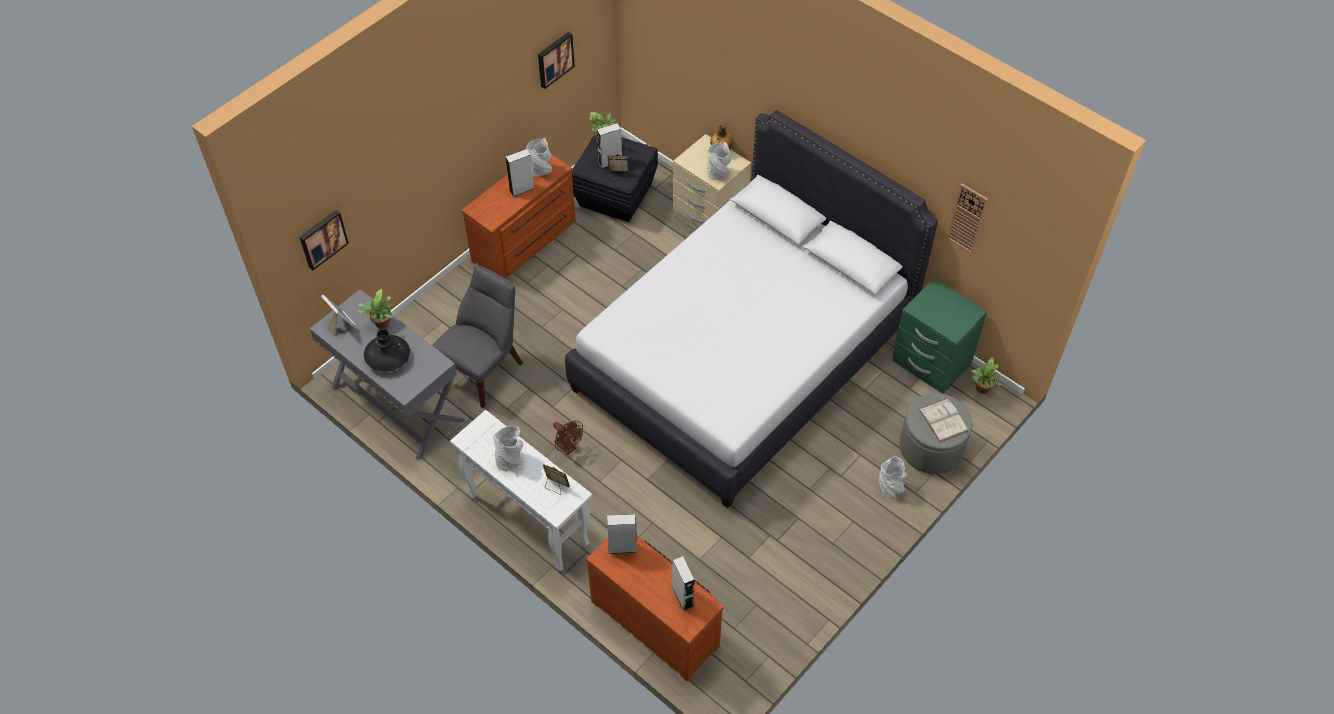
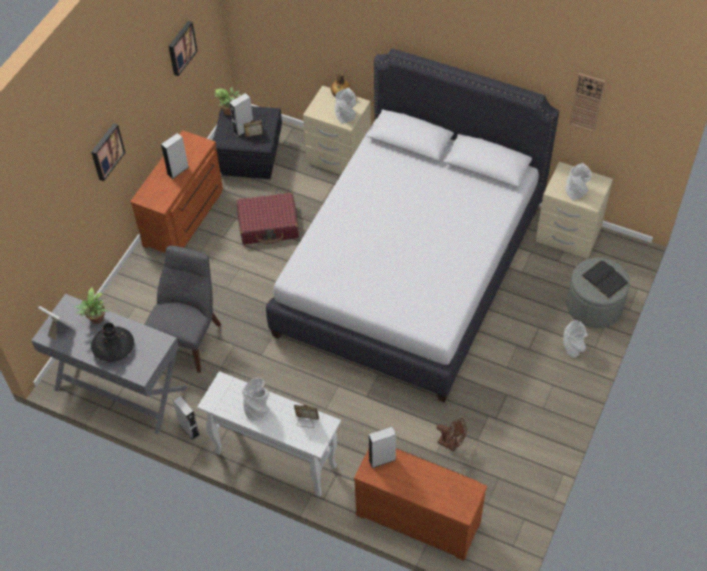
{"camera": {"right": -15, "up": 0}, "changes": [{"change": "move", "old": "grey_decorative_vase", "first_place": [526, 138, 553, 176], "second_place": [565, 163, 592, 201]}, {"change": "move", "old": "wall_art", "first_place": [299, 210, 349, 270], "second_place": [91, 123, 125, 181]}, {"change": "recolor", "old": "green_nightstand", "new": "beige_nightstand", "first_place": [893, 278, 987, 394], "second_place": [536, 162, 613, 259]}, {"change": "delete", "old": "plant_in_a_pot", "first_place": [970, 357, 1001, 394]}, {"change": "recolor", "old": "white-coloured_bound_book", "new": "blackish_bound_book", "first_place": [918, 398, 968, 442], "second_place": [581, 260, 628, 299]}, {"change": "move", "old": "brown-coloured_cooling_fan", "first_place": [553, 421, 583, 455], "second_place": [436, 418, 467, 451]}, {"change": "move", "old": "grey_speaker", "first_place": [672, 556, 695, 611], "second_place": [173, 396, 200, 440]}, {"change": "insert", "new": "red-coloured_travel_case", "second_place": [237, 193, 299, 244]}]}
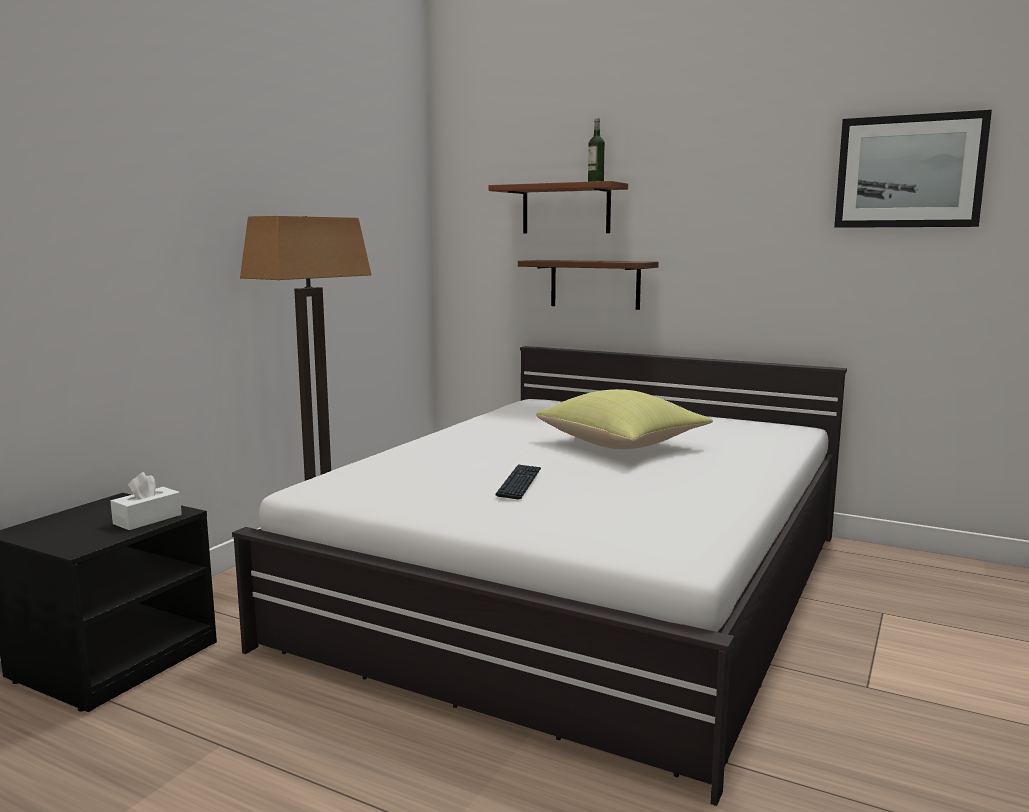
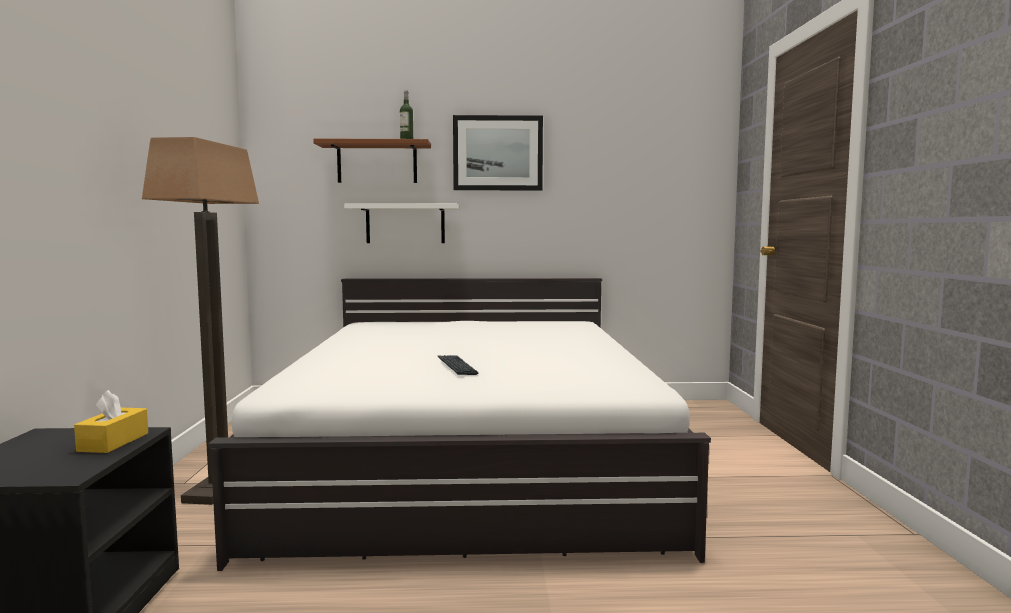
{"camera": {"right": -30, "up": -5}, "changes": [{"change": "move", "old": "wall_art", "first_place": [834, 110, 992, 228], "second_place": [453, 115, 543, 190]}, {"change": "recolor", "old": "brown-coloured_wall_shelf", "new": "white-coloured_wall_shelf", "first_place": [518, 260, 659, 310], "second_place": [344, 203, 459, 243]}, {"change": "delete", "old": "yellowish_cushion", "first_place": [536, 389, 713, 449]}, {"change": "recolor", "old": "white-coloured_box_of_tissues", "new": "yellowish_box_of_tissues", "first_place": [110, 472, 182, 530], "second_place": [74, 390, 148, 453]}]}
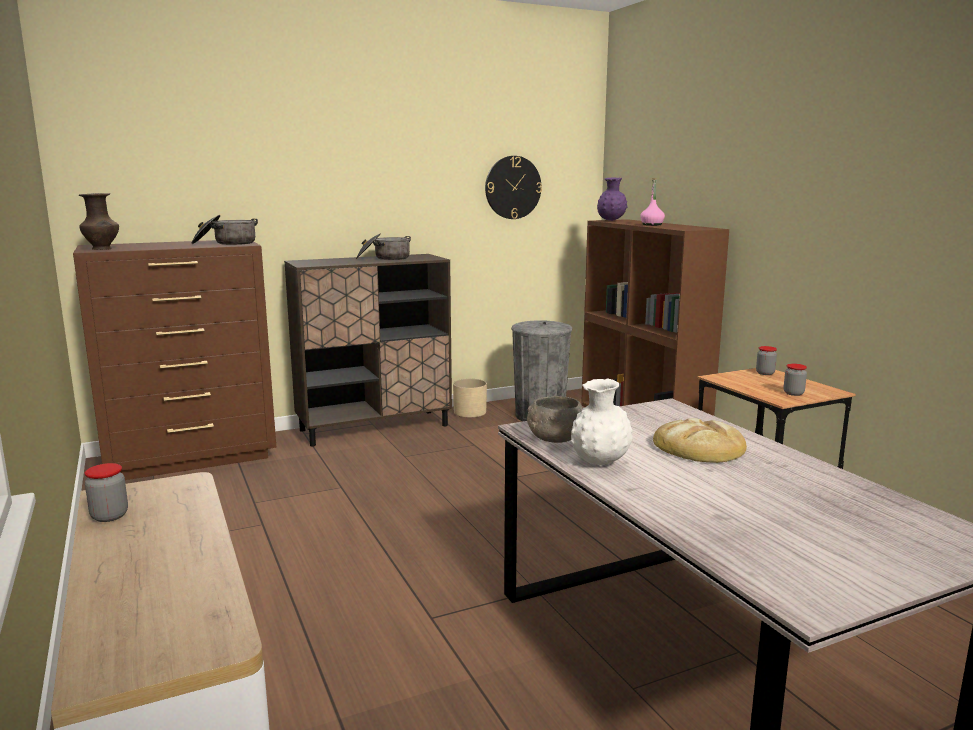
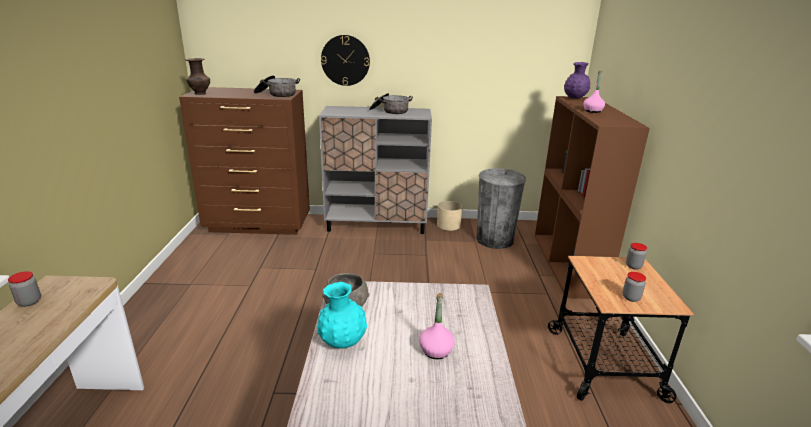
{"camera": {"right": 25, "up": 10}, "changes": [{"change": "move", "old": "wall_clock", "first_place": [485, 156, 542, 219], "second_place": [321, 35, 370, 86]}, {"change": "recolor", "old": "brown-coloured_storage_cabinet", "new": "grey_storage_cabinet", "first_place": [284, 254, 452, 447], "second_place": [319, 106, 432, 234]}, {"change": "recolor", "old": "white-coloured_decorative_vase", "new": "turquoise-coloured_decorative_vase", "first_place": [571, 379, 633, 465], "second_place": [317, 282, 367, 348]}, {"change": "replace", "old": "bread", "new": "pink-coloured_drink_bottle", "first_place": [653, 418, 747, 463], "second_place": [419, 293, 455, 359]}]}
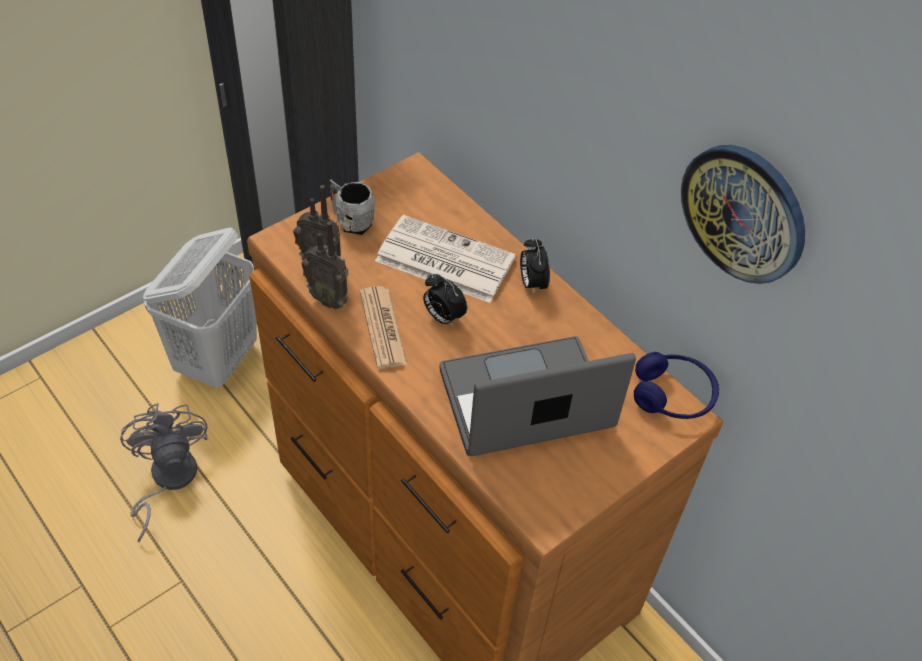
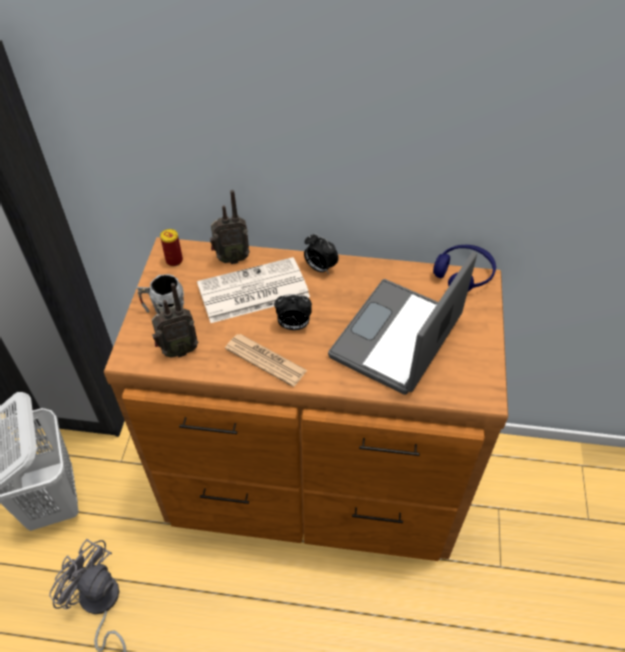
{"camera": {"right": -40, "up": 0}, "changes": [{"change": "delete", "old": "wall_clock", "first_place": [681, 145, 805, 284]}, {"change": "move", "old": "radio", "first_place": [301, 221, 348, 309], "second_place": [210, 190, 250, 264]}, {"change": "insert", "new": "sealed_can", "second_place": [160, 229, 183, 266]}]}
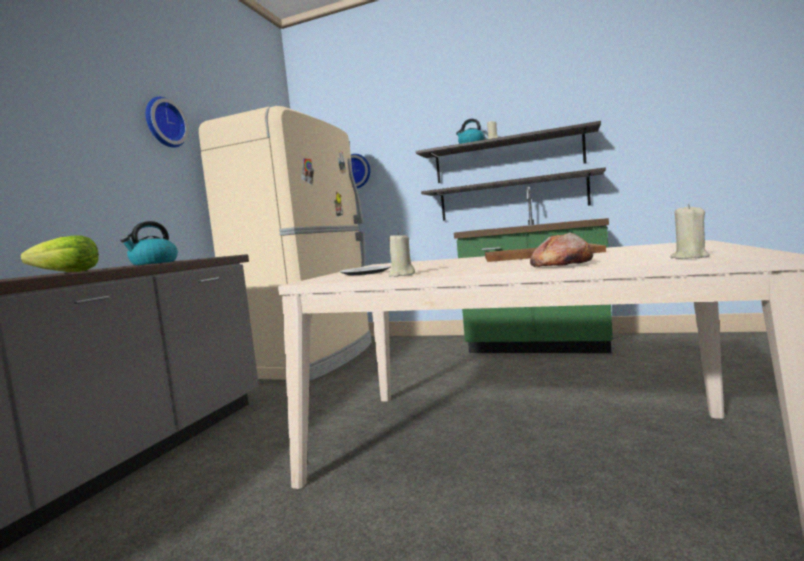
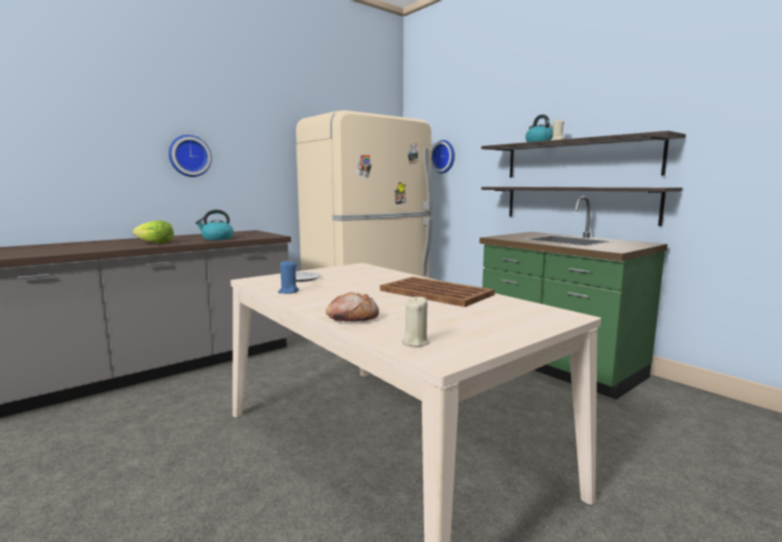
{"camera": {"right": 30, "up": 5}, "changes": [{"change": "move", "old": "wall_clock", "first_place": [146, 97, 189, 147], "second_place": [169, 135, 212, 177]}, {"change": "recolor", "old": "beige_wax_light", "new": "blue_wax_light", "first_place": [389, 232, 415, 277], "second_place": [278, 260, 299, 294]}]}
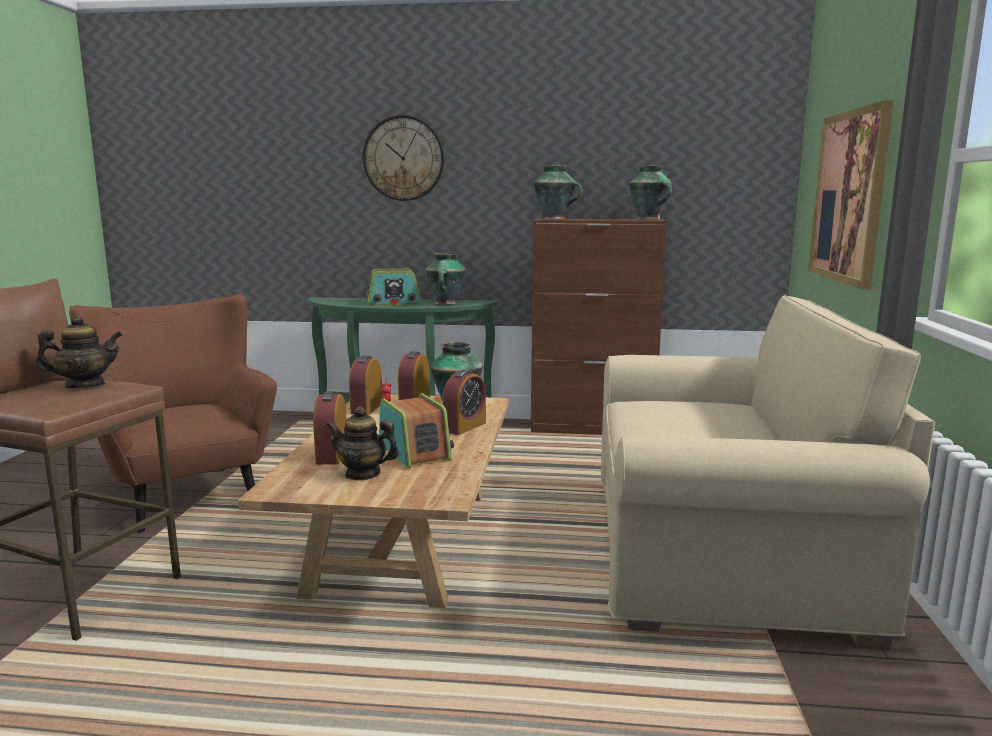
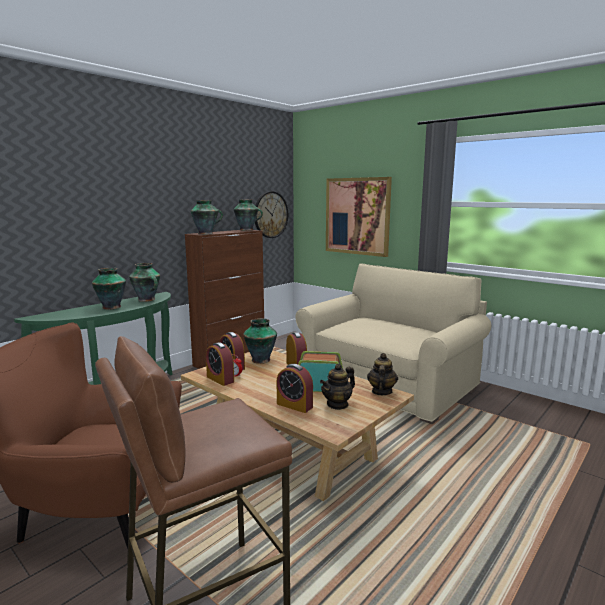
{"camera": {"right": -55, "up": 0}, "changes": [{"change": "move", "old": "wall_clock", "first_place": [363, 115, 444, 201], "second_place": [255, 191, 288, 238]}, {"change": "replace", "old": "radio", "new": "decorative_vase", "first_place": [367, 268, 421, 306], "second_place": [92, 268, 126, 309]}, {"change": "move", "old": "teapot", "first_place": [36, 315, 122, 388], "second_place": [367, 353, 398, 395]}]}
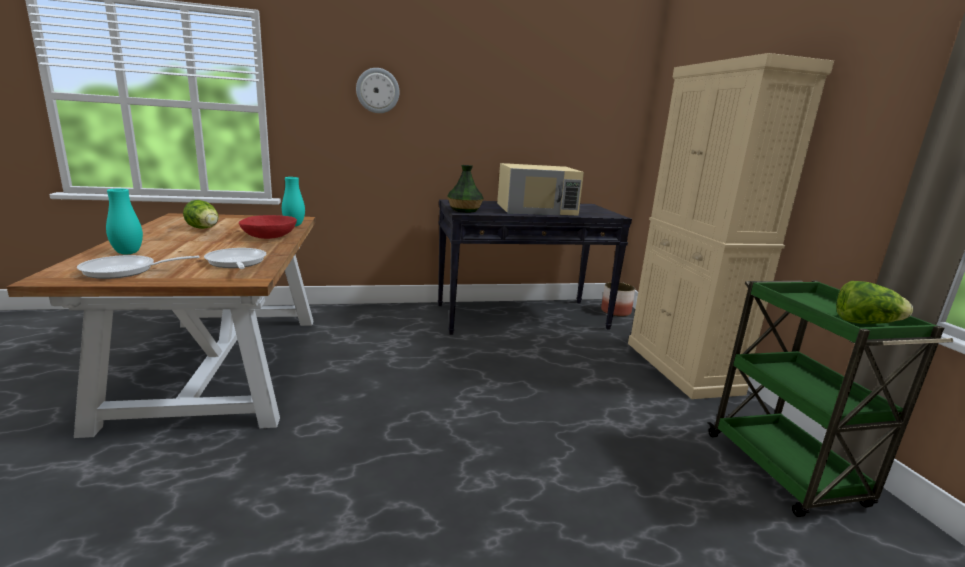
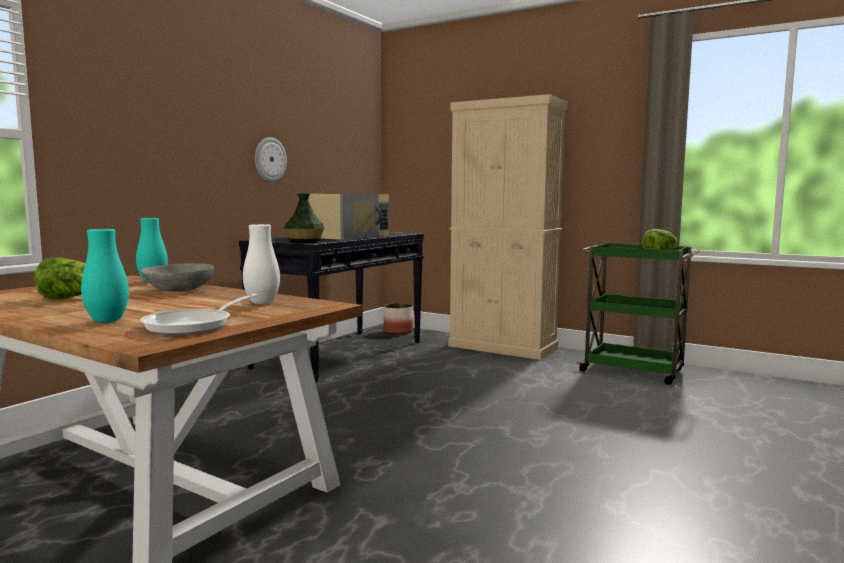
{"camera": {"right": -45, "up": -10}, "changes": [{"change": "move", "old": "wall_clock", "first_place": [356, 68, 400, 113], "second_place": [255, 137, 287, 182]}, {"change": "recolor", "old": "red-coloured_deep_dish", "new": "grey_deep_dish", "first_place": [239, 215, 297, 239], "second_place": [141, 263, 214, 292]}, {"change": "replace", "old": "pan", "new": "white-coloured_decorative_vase", "first_place": [204, 248, 267, 269], "second_place": [243, 224, 280, 304]}]}
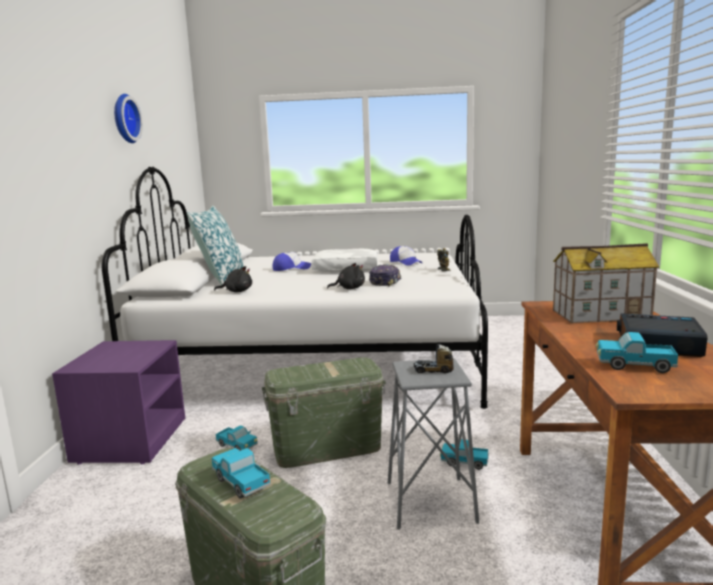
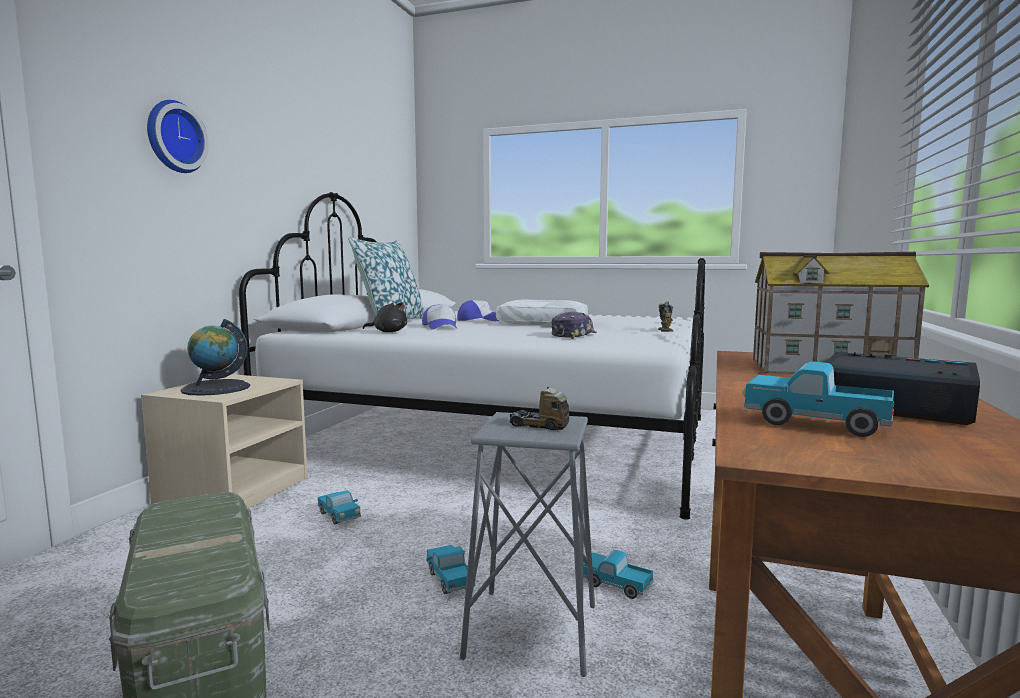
{"camera": {"right": 15, "up": -5}, "changes": [{"change": "move", "old": "wall_clock", "first_place": [114, 94, 143, 143], "second_place": [147, 100, 209, 173]}, {"change": "move", "old": "peaked_cap", "first_place": [390, 246, 422, 266], "second_place": [422, 304, 457, 330]}, {"change": "delete", "old": "blackish_cuddly_toy", "first_place": [327, 263, 365, 289]}, {"change": "recolor", "old": "purple-coloured_nightstand", "new": "beige_nightstand", "first_place": [52, 340, 185, 465], "second_place": [141, 374, 308, 509]}, {"change": "delete", "old": "green_storage_box", "first_place": [262, 357, 386, 468]}, {"change": "move", "old": "toy_truck", "first_place": [212, 448, 271, 499], "second_place": [427, 545, 475, 594]}, {"change": "insert", "new": "desk_globe", "second_place": [180, 319, 250, 396]}]}
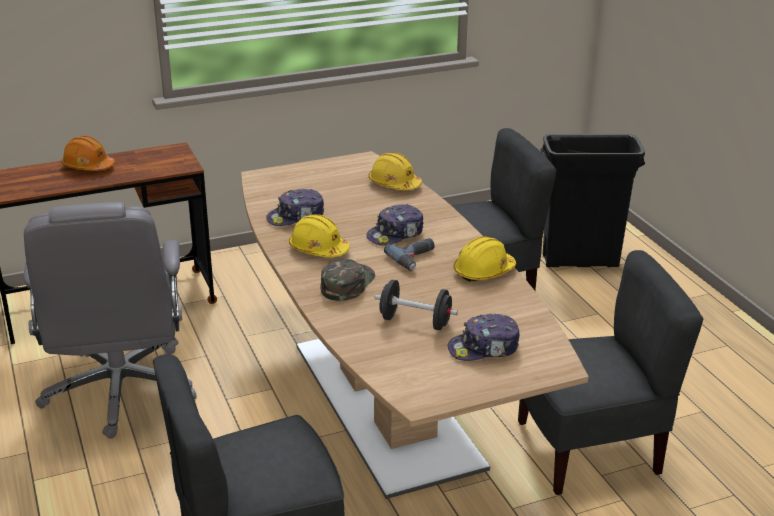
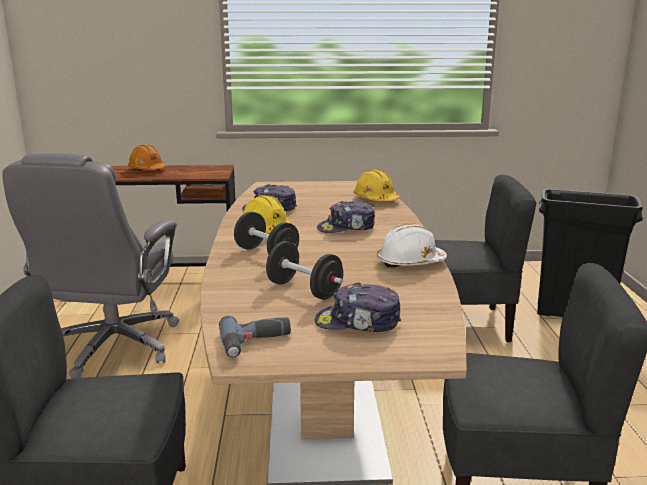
{"camera": {"right": 20, "up": -10}, "changes": [{"change": "recolor", "old": "yellowish_work_helmet", "new": "white-coloured_work_helmet", "first_place": [453, 236, 516, 282], "second_place": [377, 224, 447, 268]}, {"change": "move", "old": "electric_drill", "first_place": [384, 238, 435, 271], "second_place": [219, 316, 291, 357]}, {"change": "replace", "old": "green_peaked_cap", "new": "blackish_hand_weight", "first_place": [320, 259, 375, 301], "second_place": [234, 212, 299, 254]}]}
